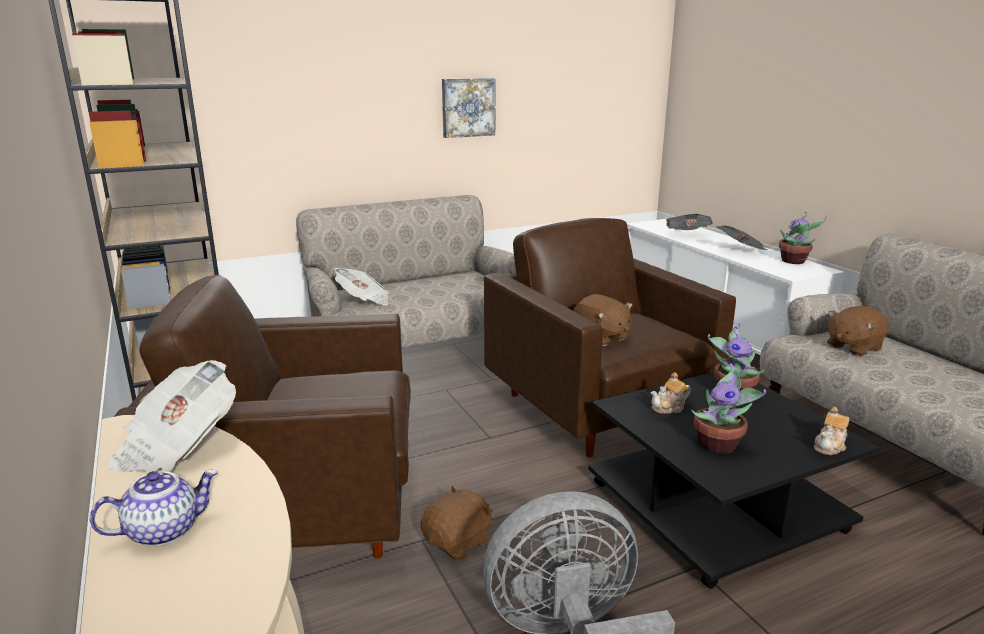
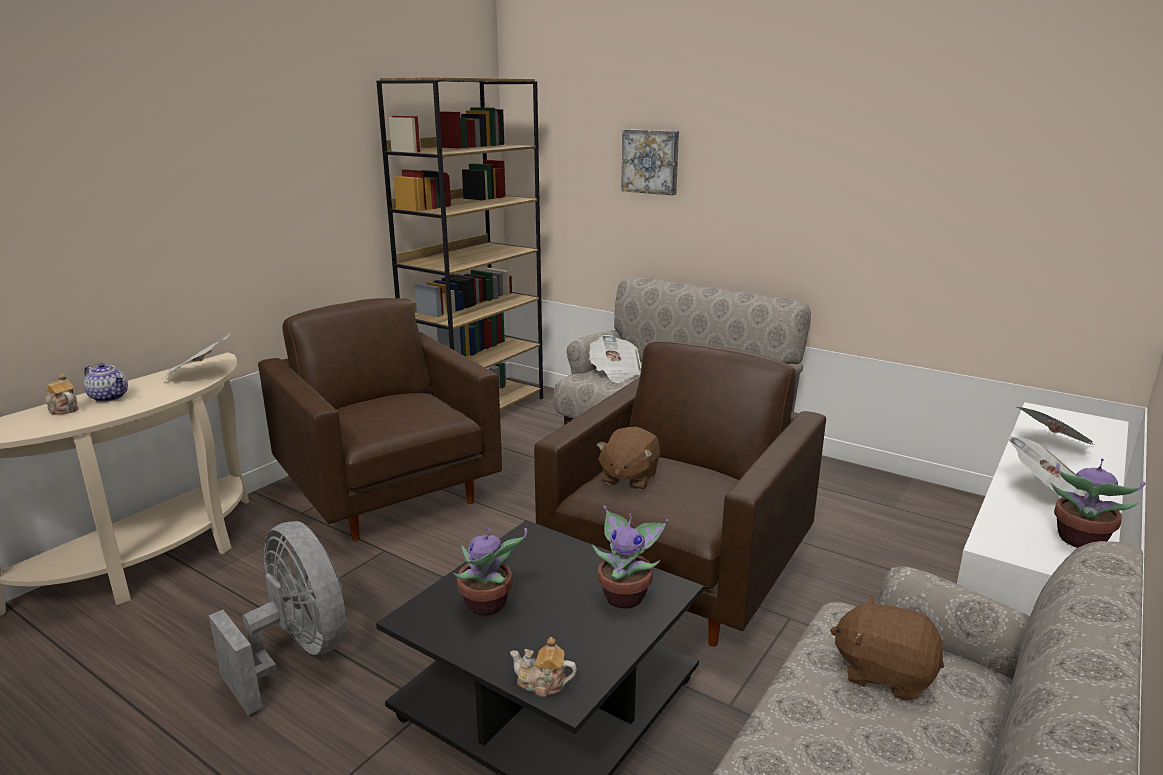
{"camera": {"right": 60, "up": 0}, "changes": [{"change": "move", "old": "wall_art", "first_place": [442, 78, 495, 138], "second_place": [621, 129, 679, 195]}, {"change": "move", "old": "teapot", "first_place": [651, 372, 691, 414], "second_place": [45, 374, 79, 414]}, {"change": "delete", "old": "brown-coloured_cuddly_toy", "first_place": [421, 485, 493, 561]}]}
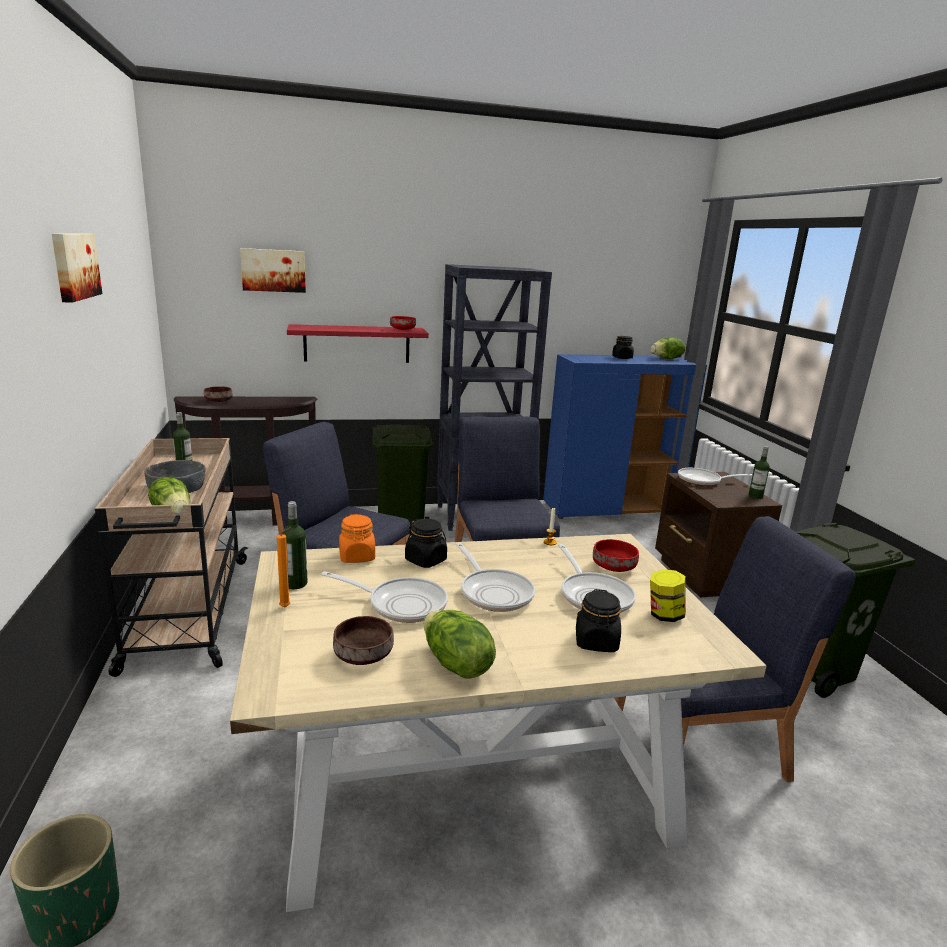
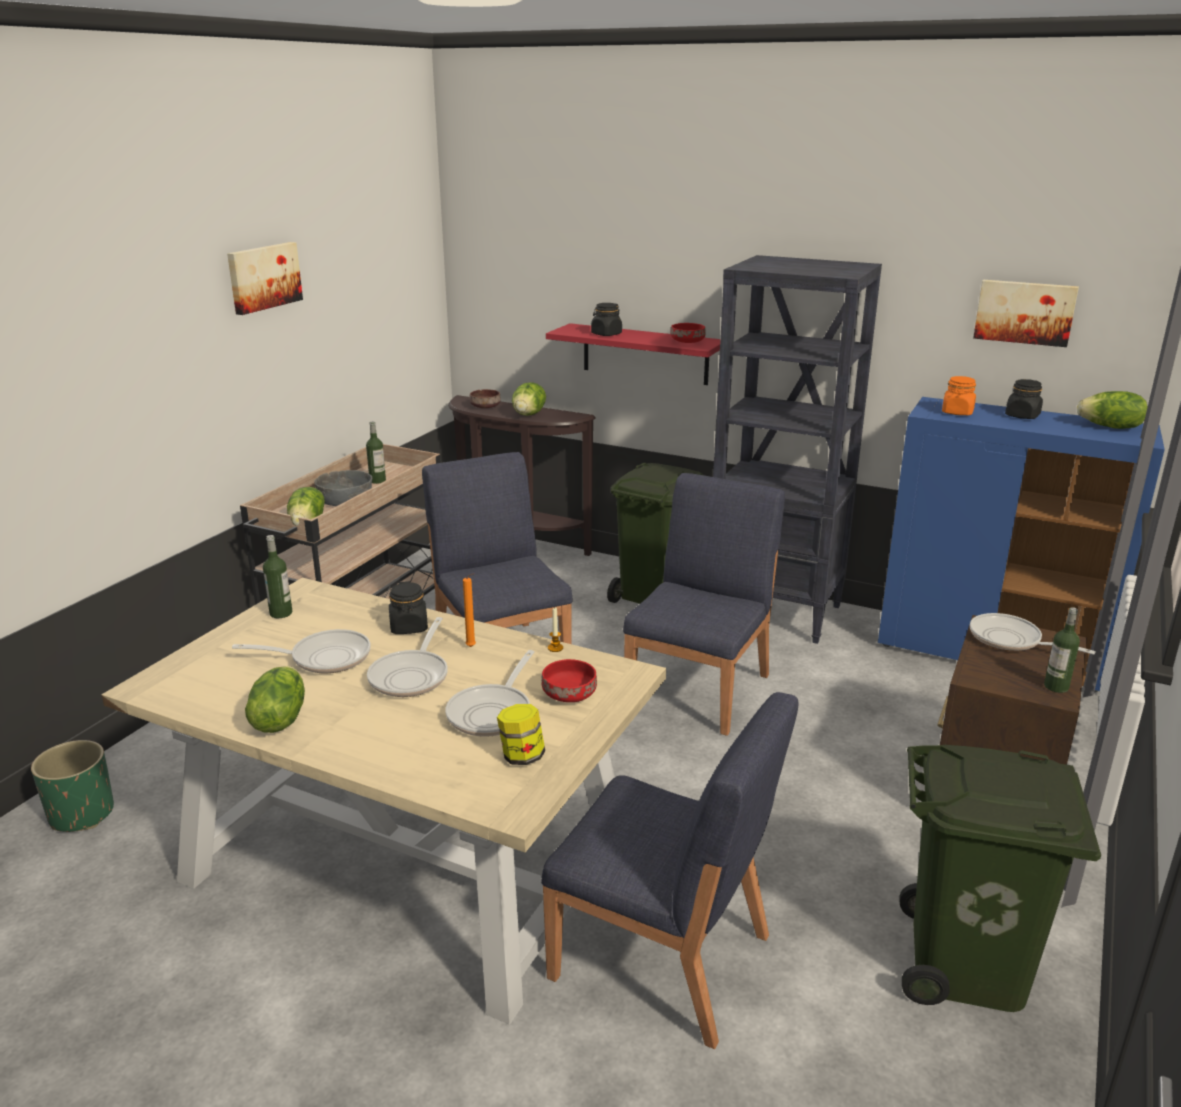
{"camera": {"right": 40, "up": 5}, "changes": [{"change": "move", "old": "wall_art", "first_place": [240, 248, 306, 293], "second_place": [973, 280, 1079, 347]}, {"change": "move", "old": "orange-coloured_storage_jar", "first_place": [339, 514, 375, 563], "second_place": [942, 376, 976, 415]}, {"change": "move", "old": "orange-coloured_wax_light", "first_place": [277, 527, 291, 608], "second_place": [463, 573, 476, 647]}, {"change": "rotate", "old": "pan", "first_place": [321, 571, 448, 623], "second_place": [232, 629, 371, 673], "degrees": -60}, {"change": "move", "old": "blackish_storage_jar", "first_place": [576, 589, 621, 652], "second_place": [591, 303, 622, 336]}, {"change": "delete", "old": "brown-coloured_deep_dish", "first_place": [333, 616, 394, 665]}, {"change": "insert", "new": "lettuce", "second_place": [512, 382, 546, 416]}]}
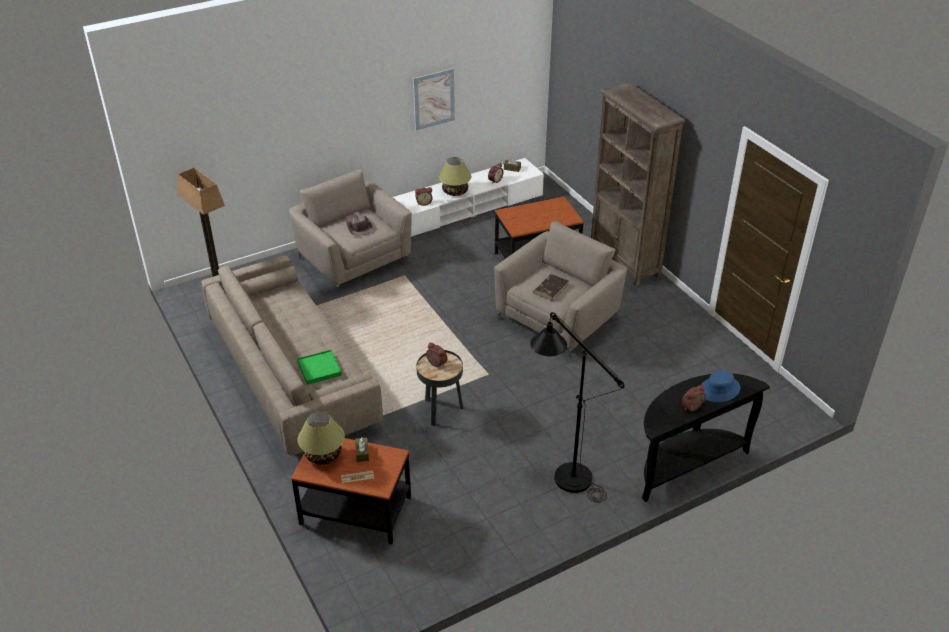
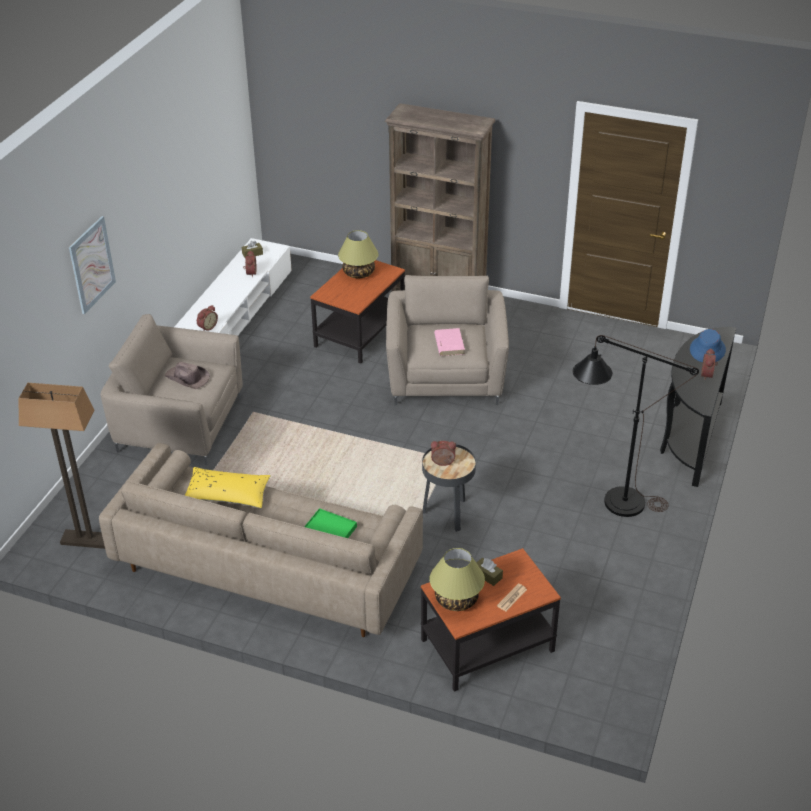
{"camera": {"right": -40, "up": 0}, "changes": [{"change": "move", "old": "wall_art", "first_place": [413, 68, 455, 130], "second_place": [69, 216, 116, 314]}, {"change": "move", "old": "tabletop_lamp", "first_place": [439, 157, 471, 196], "second_place": [338, 230, 379, 278]}, {"change": "recolor", "old": "brown-coloured_bound_book", "new": "pink-coloured_bound_book", "first_place": [533, 274, 569, 301], "second_place": [434, 328, 465, 356]}, {"change": "insert", "new": "yellowish_cushion", "second_place": [185, 467, 271, 508]}]}
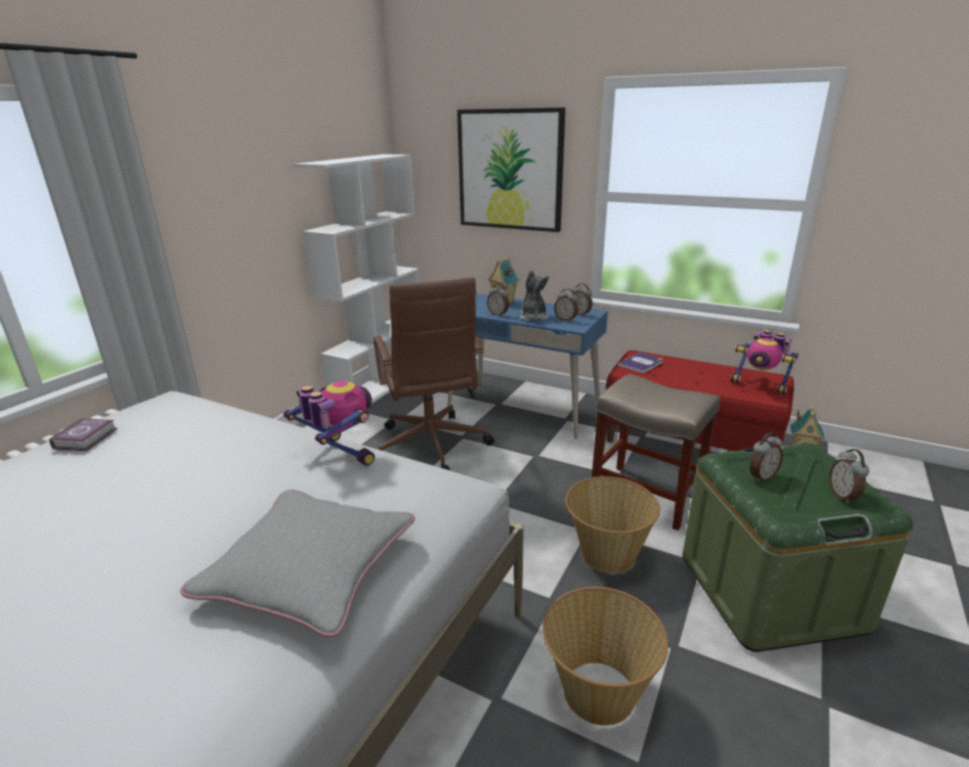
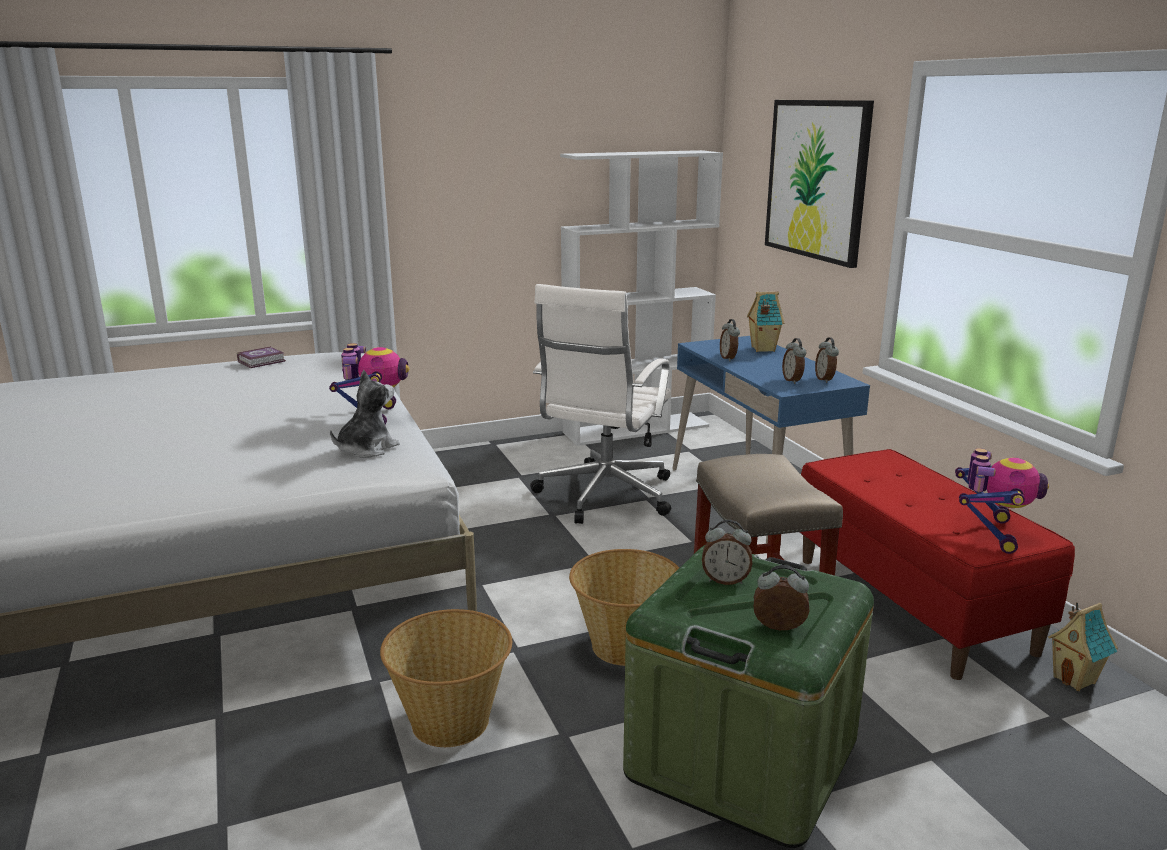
{"camera": {"right": 40, "up": -5}, "changes": [{"change": "move", "old": "cuddly_toy", "first_place": [519, 270, 549, 321], "second_place": [330, 370, 400, 458]}, {"change": "recolor", "old": "brown-coloured_office_chair", "new": "white-coloured_office_chair", "first_place": [374, 277, 495, 471], "second_place": [530, 284, 671, 524]}, {"change": "rotate", "old": "toy_robot", "first_place": [731, 330, 799, 395], "second_place": [955, 448, 1049, 554], "degrees": -150}, {"change": "delete", "old": "bound_book", "first_place": [618, 352, 664, 373]}, {"change": "rotate", "old": "table_clock", "first_place": [829, 449, 869, 503], "second_place": [753, 565, 809, 630], "degrees": 60}, {"change": "delete", "old": "grey_cushion", "first_place": [180, 490, 415, 637]}]}
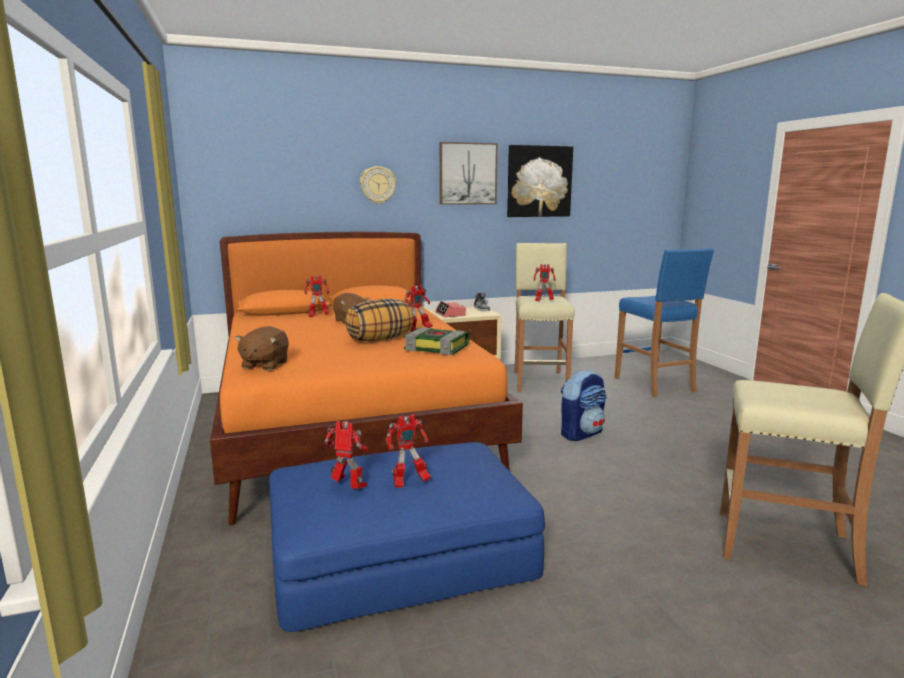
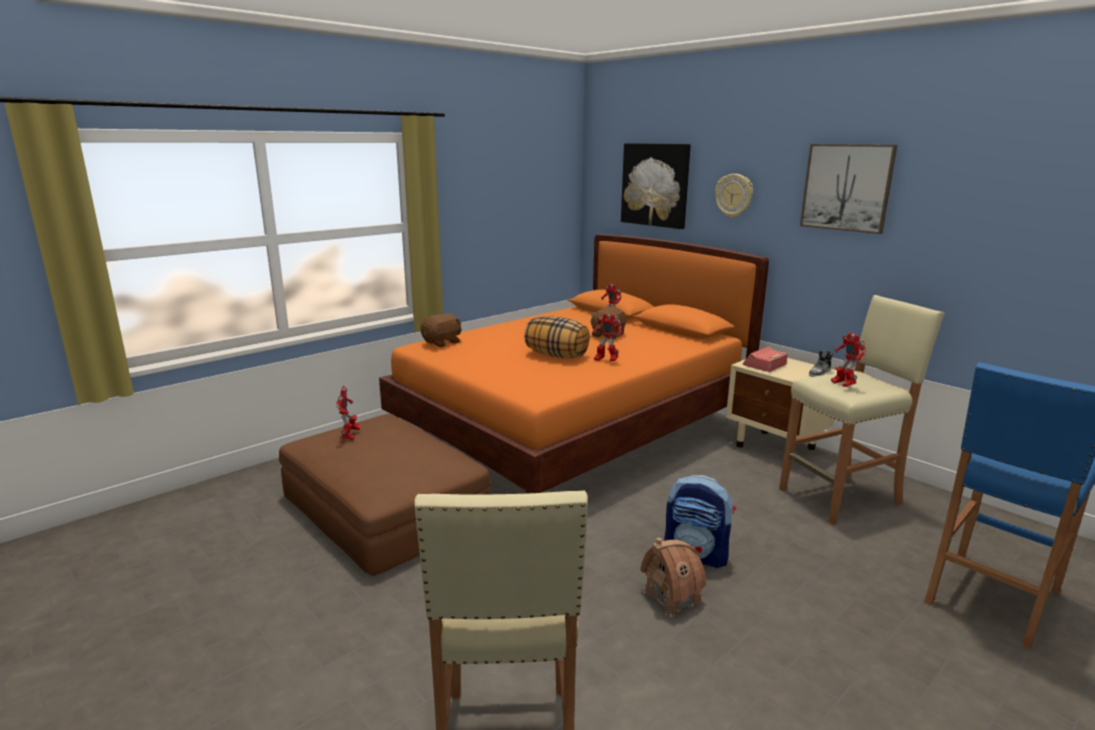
{"camera": {"right": 65, "up": 5}, "changes": [{"change": "move", "old": "wall_art", "first_place": [507, 145, 573, 217], "second_place": [621, 143, 691, 229]}, {"change": "rotate", "old": "brown-coloured_cuddly_toy", "first_place": [235, 326, 289, 371], "second_place": [421, 314, 462, 347], "degrees": 150}, {"change": "delete", "old": "bound_book", "first_place": [403, 327, 470, 355]}, {"change": "delete", "old": "toy_robot", "first_place": [386, 414, 431, 488]}, {"change": "recolor", "old": "blue_ottoman", "new": "brown-coloured_ottoman", "first_place": [269, 442, 545, 632], "second_place": [279, 414, 491, 576]}, {"change": "insert", "new": "model_house", "second_place": [640, 538, 706, 618]}]}
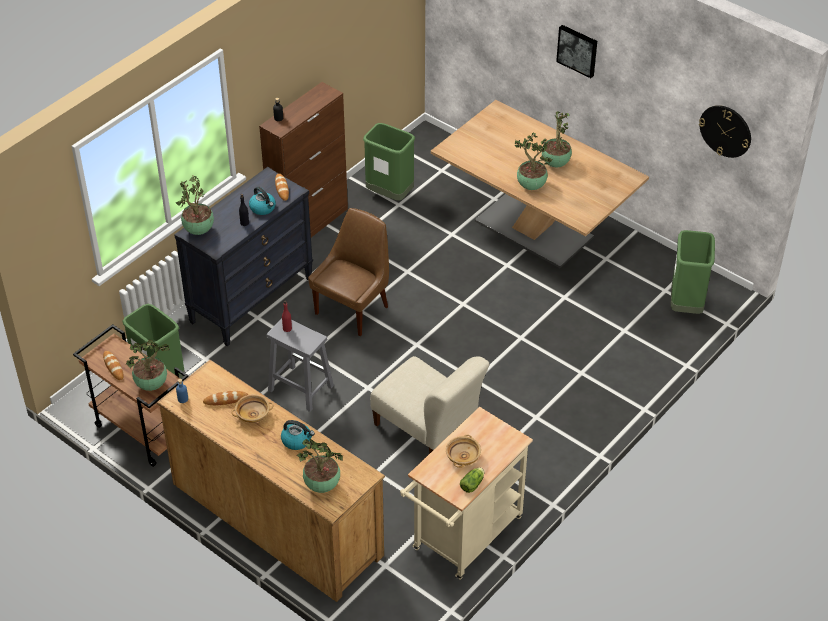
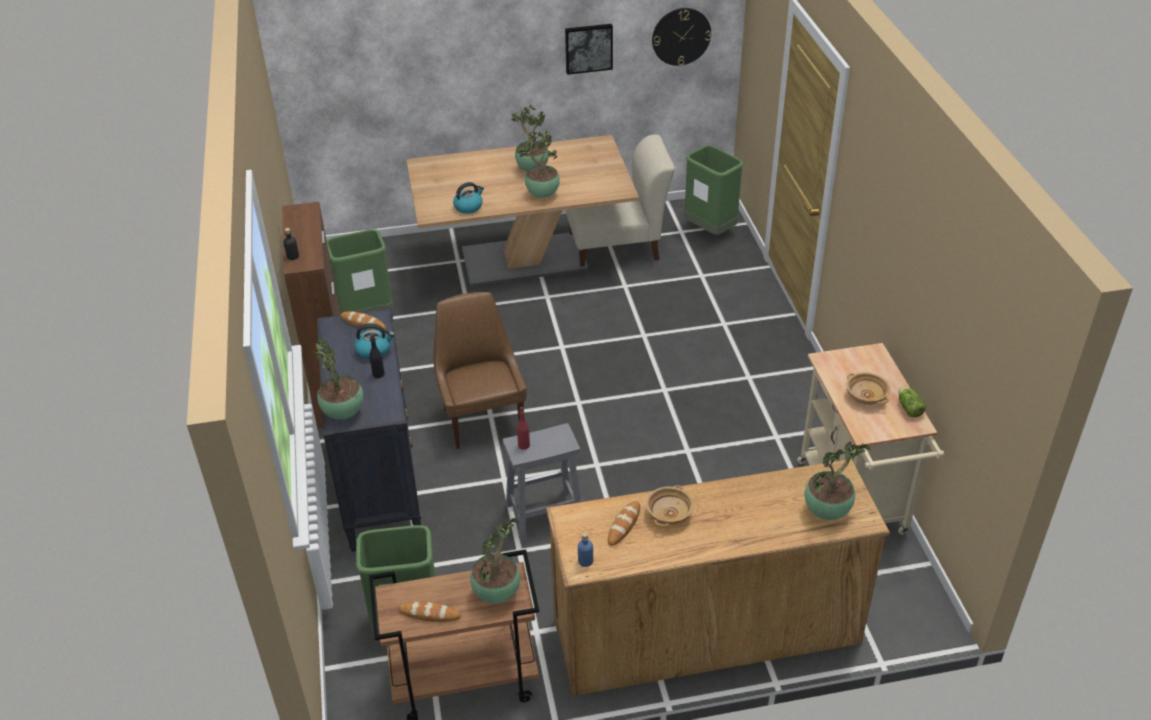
{"camera": {"right": -50, "up": -5}, "changes": [{"change": "move", "old": "wall_art", "first_place": [556, 25, 597, 78], "second_place": [565, 24, 613, 75]}, {"change": "move", "old": "beige_plain_chair", "first_place": [370, 356, 489, 454], "second_place": [566, 134, 675, 267]}, {"change": "move", "old": "kettle", "first_place": [281, 420, 315, 450], "second_place": [453, 182, 484, 214]}]}
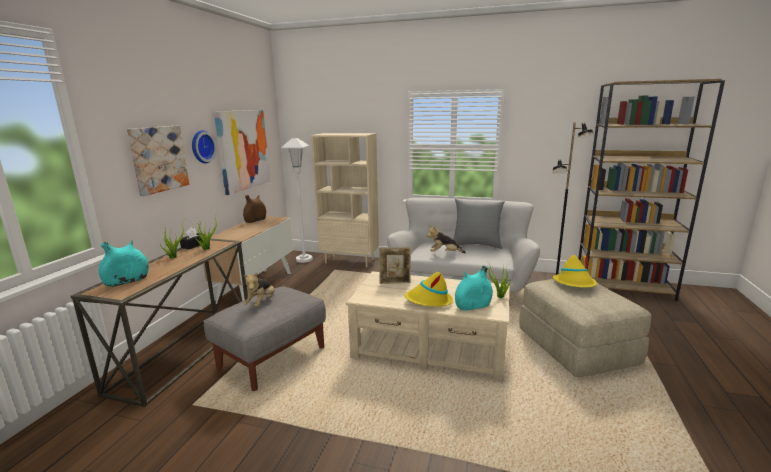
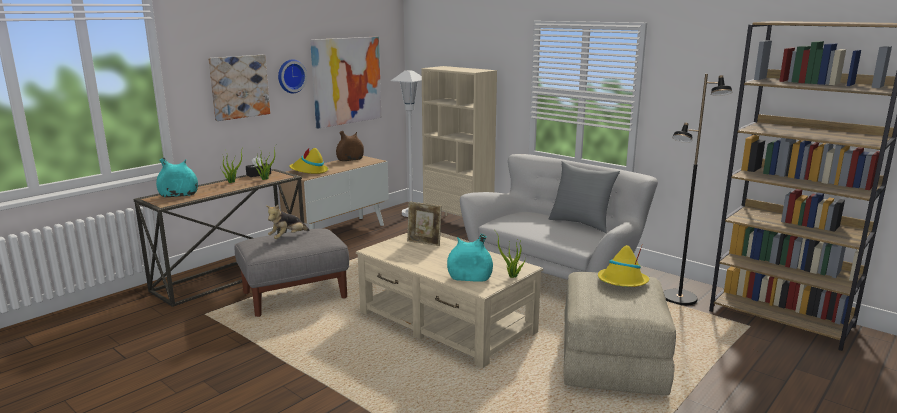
{"camera": {"right": 25, "up": 0}, "changes": [{"change": "delete", "old": "cuddly_toy", "first_place": [427, 225, 466, 253]}, {"change": "move", "old": "yellowish_wearable_hat", "first_place": [405, 272, 453, 307], "second_place": [289, 147, 328, 174]}]}
